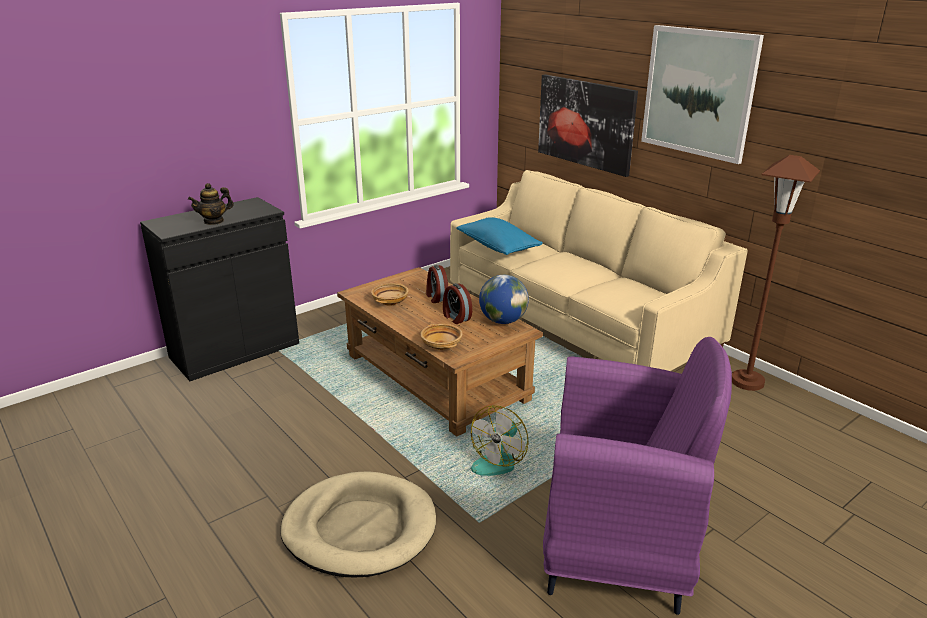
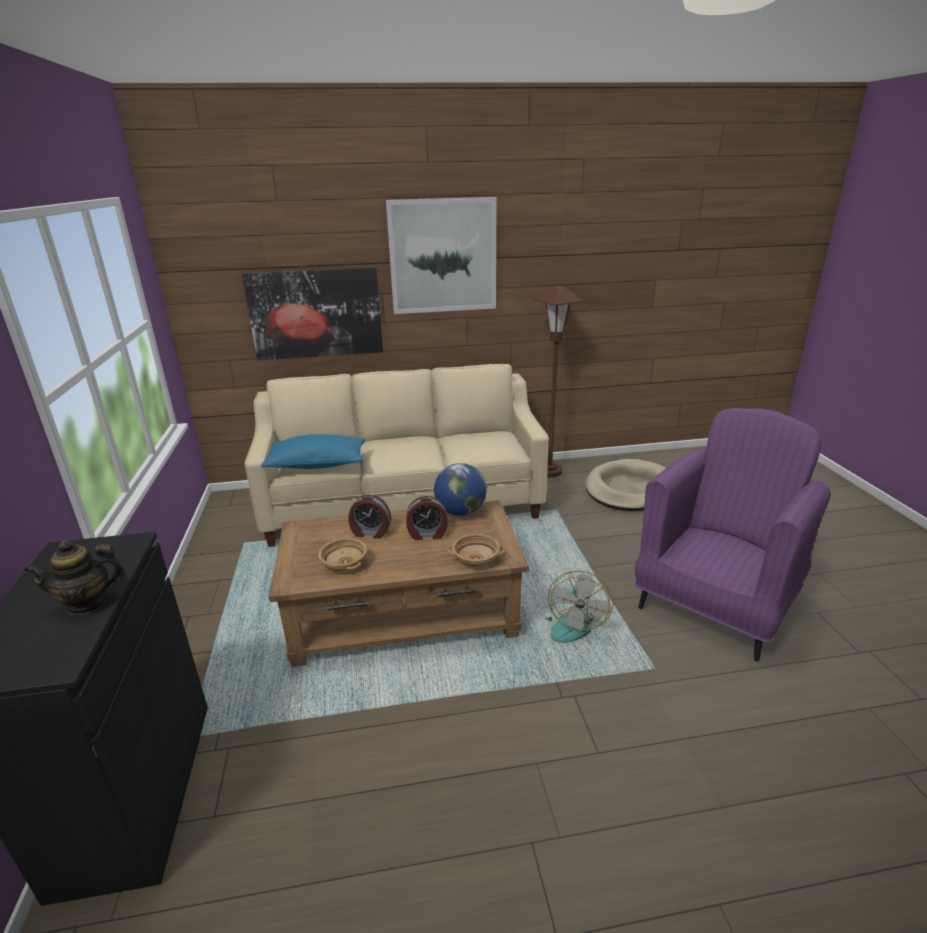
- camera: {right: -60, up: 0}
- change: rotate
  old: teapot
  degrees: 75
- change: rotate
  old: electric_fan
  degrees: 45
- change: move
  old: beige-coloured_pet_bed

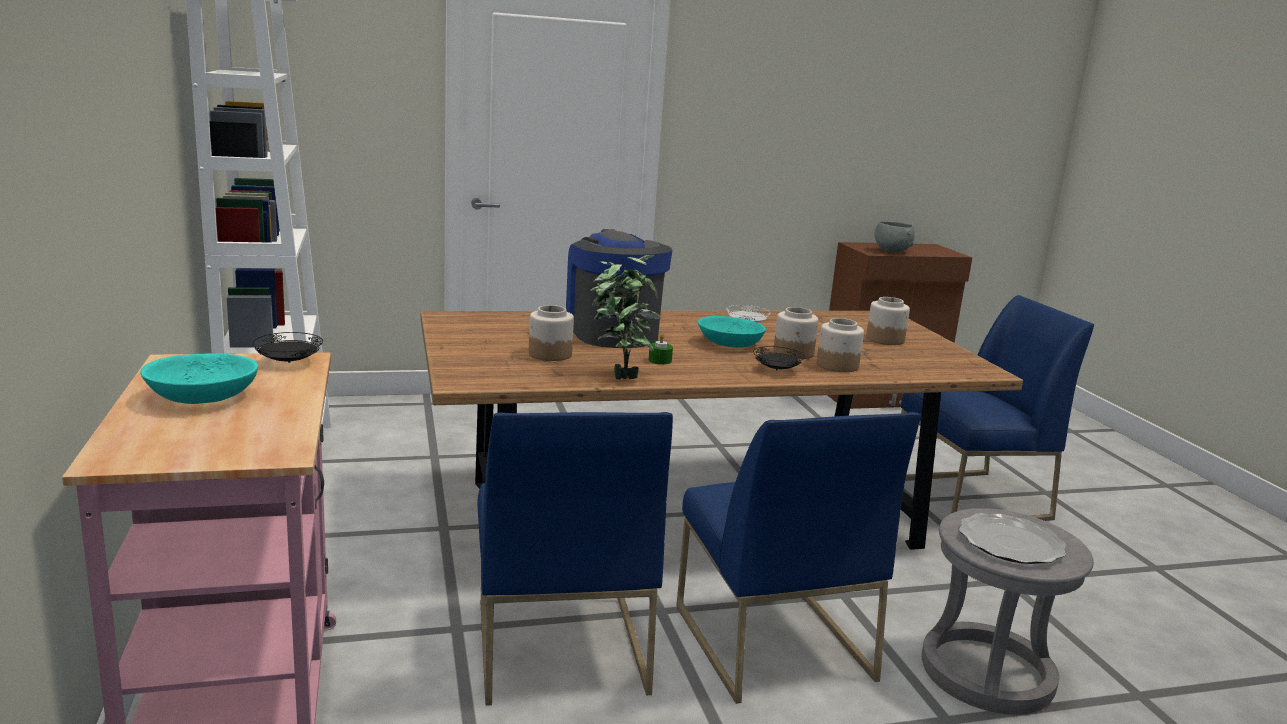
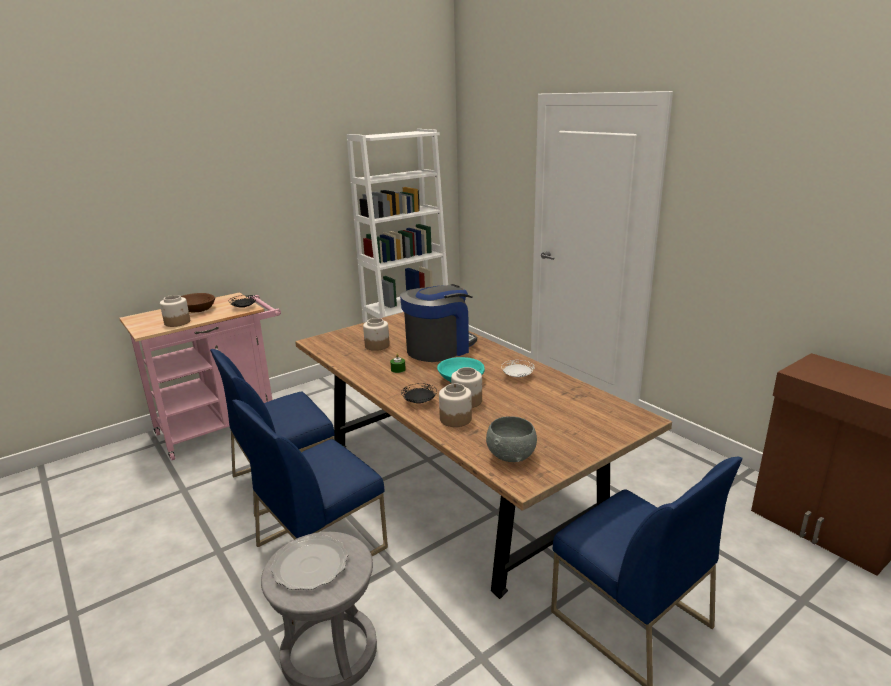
- camera: {right: 70, up: 5}
- change: move
  old: greyish_deep_dish
- change: delete
  old: potted_plant
- change: move
  old: jar (4th from left in the first image)
  new: jar (1st from left)
- change: recolor
  old: turquoise-coloured_deep_dish (1st from left)
  new: brown-coloured_deep_dish

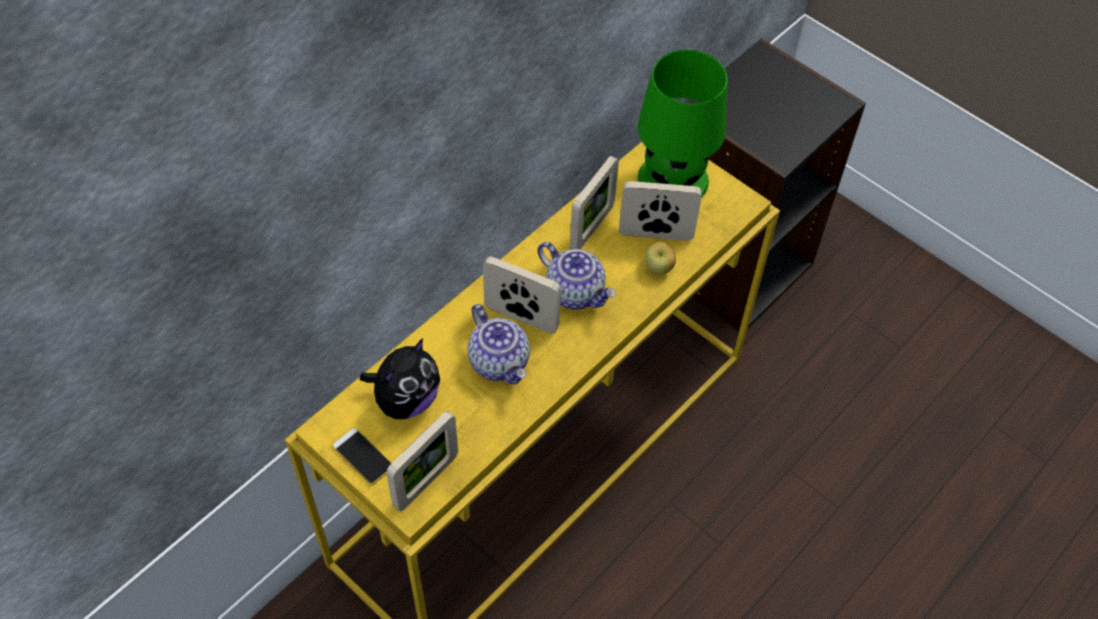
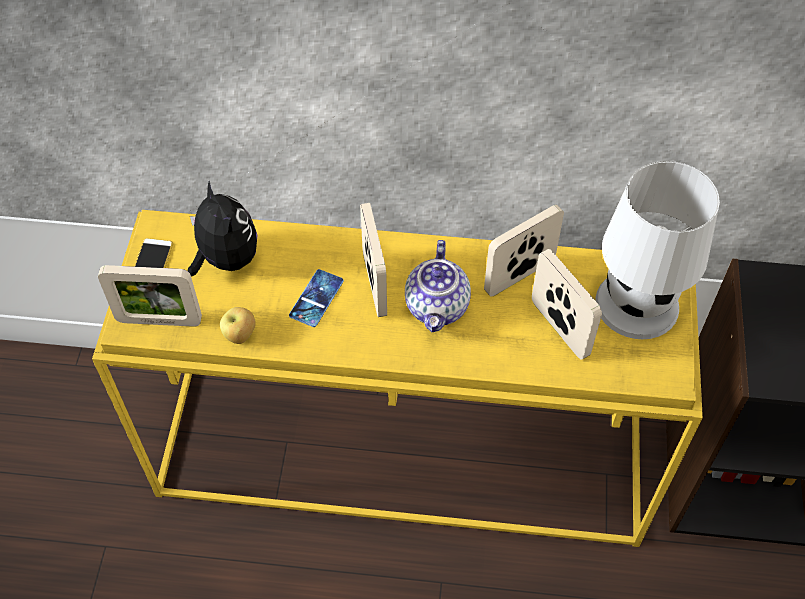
- camera: {right: 55, up: 0}
- change: recolor
  old: green-coloured_lamp_for_a_table
  new: white_lamp_for_a_table
- change: rotate
  old: picture_frame (3rd from left)
  degrees: 150
- change: move
  old: apple_fruit
- change: replace
  old: teapot (1st from left)
  new: phone (2nd from left)
- change: rotate
  old: plush_toy
  degrees: -120

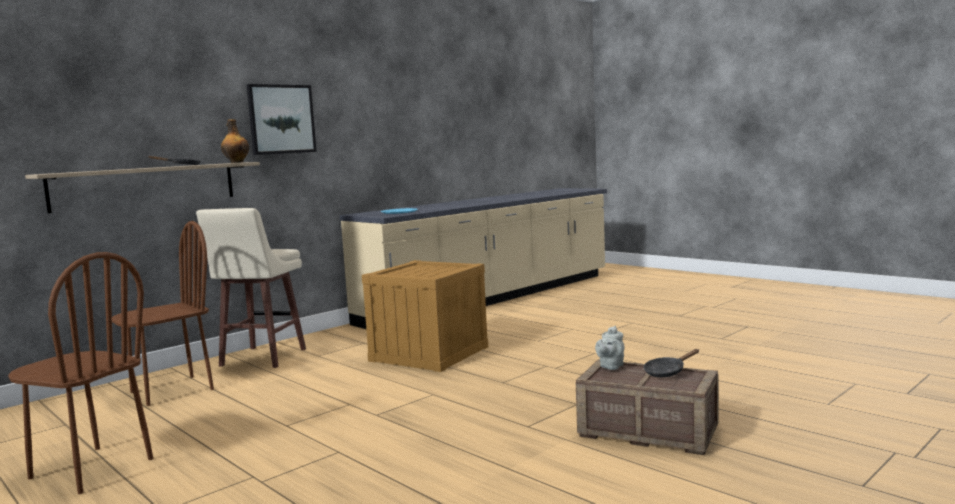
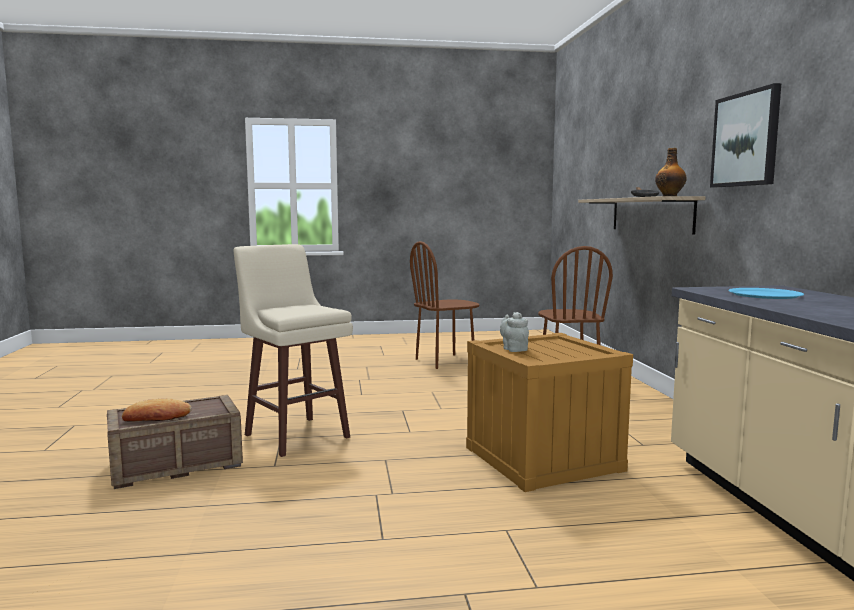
- camera: {right: 125, up: 0}
- change: move
  old: beige-coloured_stool
- change: move
  old: greyish_teapot
- change: replace
  old: blackish_pan (2nd from left)
  new: bread

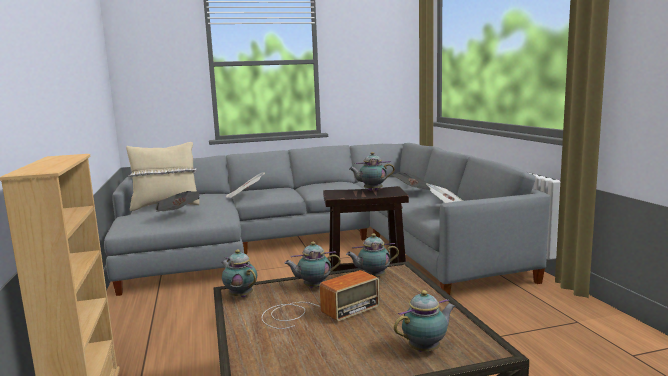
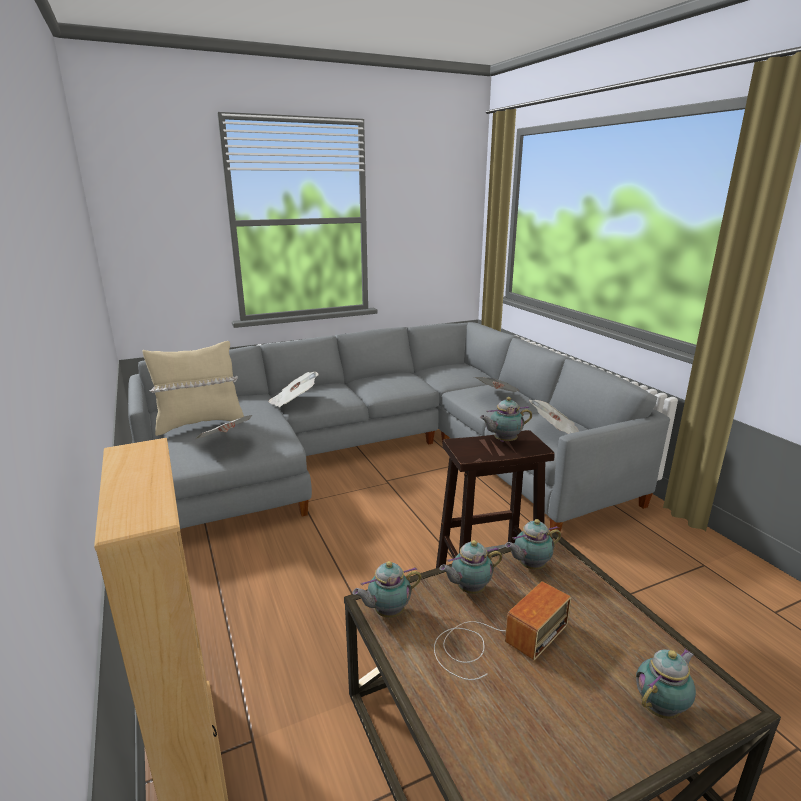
- camera: {right: -10, up: 10}
- change: rotate
  old: teapot (1st from left)
  degrees: -60

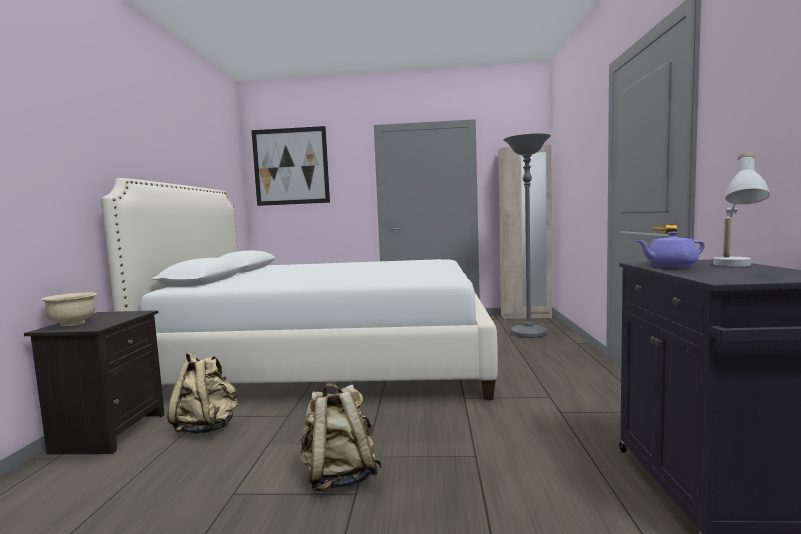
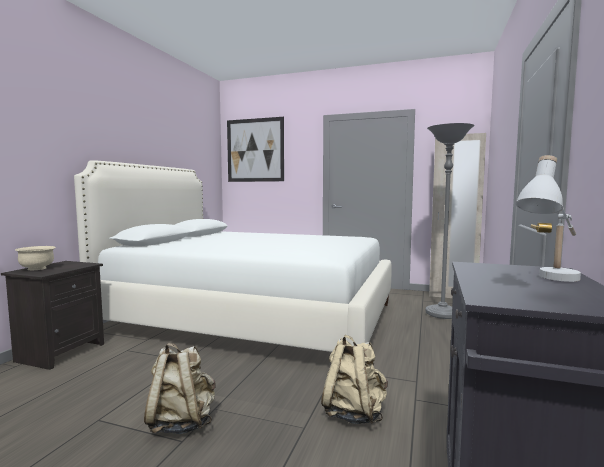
- camera: {right: 15, up: 0}
- change: delete
  old: purple-coloured_teapot
- change: move
  old: beige-coloured_knapsack (1st from left in the first image)
  new: beige-coloured_knapsack (2nd from left)

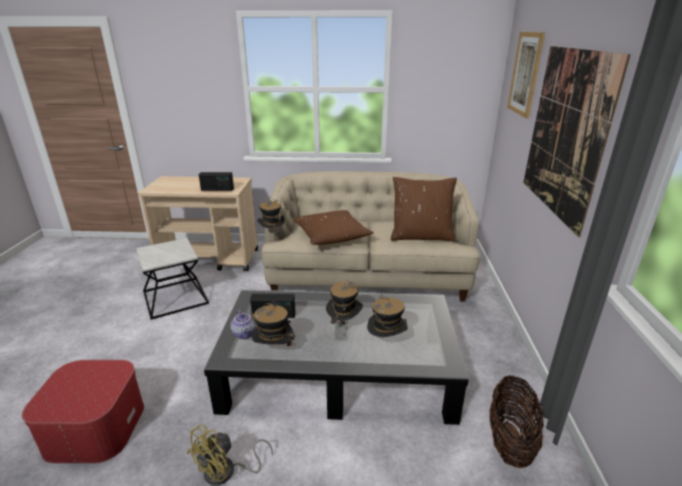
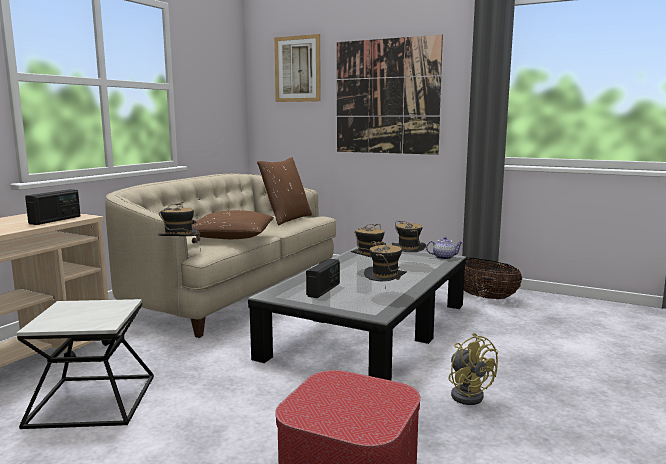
- camera: {right: -65, up: -15}
- change: move
  old: teapot

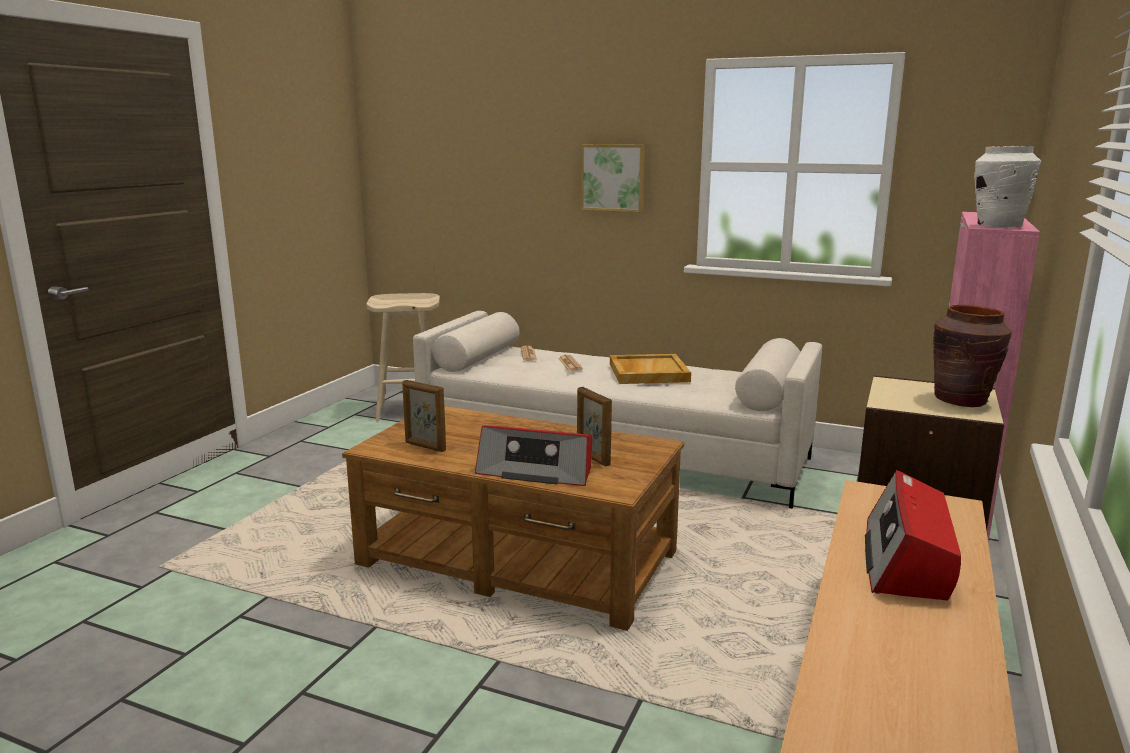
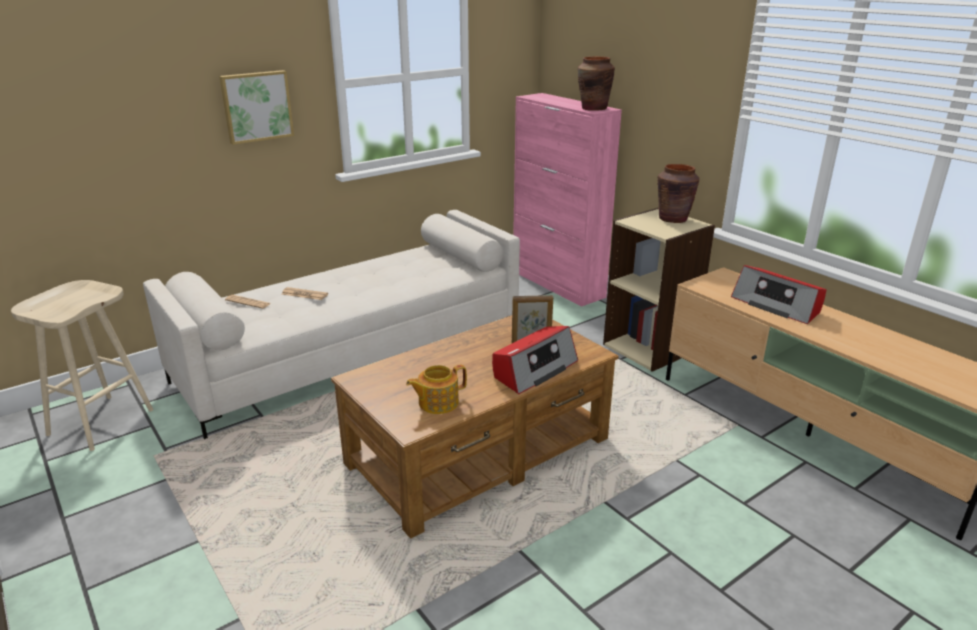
- camera: {right: -60, up: 10}
- change: recolor
  old: white_decorative_vase
  new: brown-coloured_decorative_vase (1st from left)
- change: delete
  old: beige-coloured_serving_tray
- change: replace
  old: picture_frame (1st from left)
  new: teapot

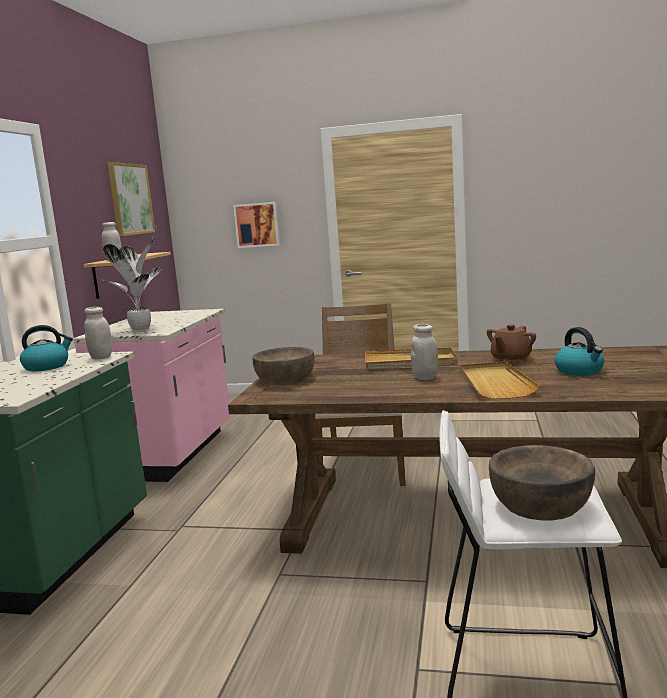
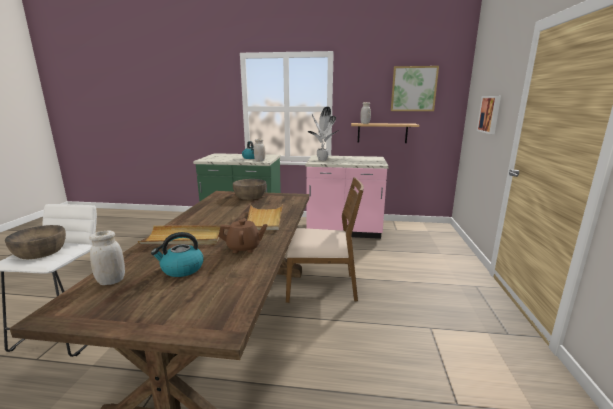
- camera: {right: 85, up: 5}
- change: move
  old: white_jar (3rd from left in the first image)
  new: white_jar (1st from left)
- change: rotate
  old: brown-coloured_teapot
  degrees: 135

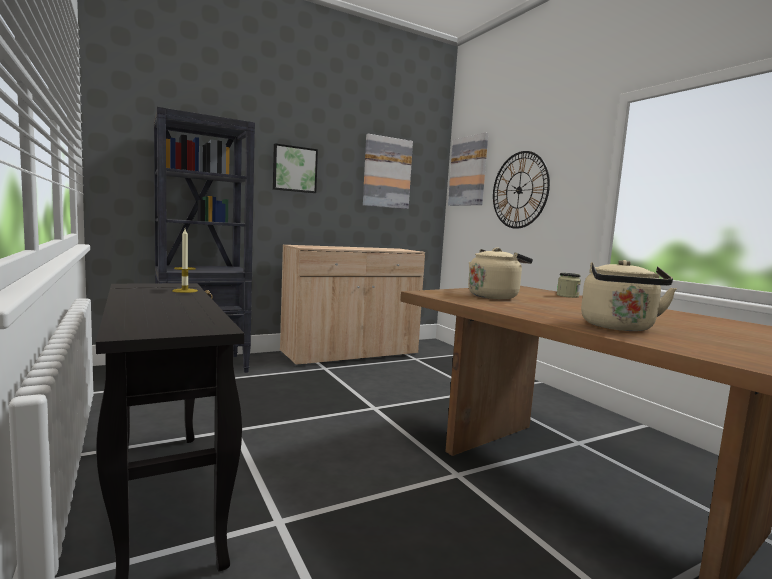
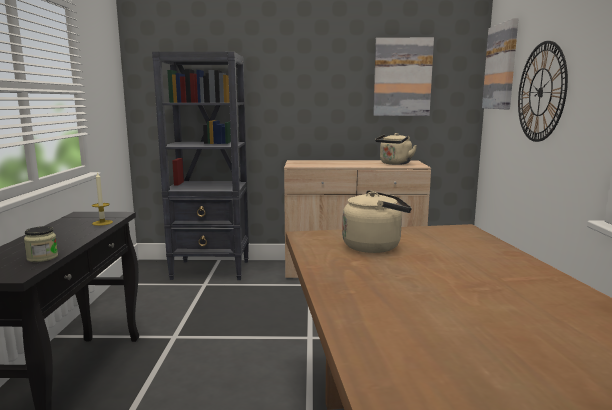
- camera: {right: 30, up: 5}
- change: delete
  old: wall_picture (1st from left)
- change: move
  old: beige-coloured_tea_kettle (2nd from left)
- change: move
  old: jar

